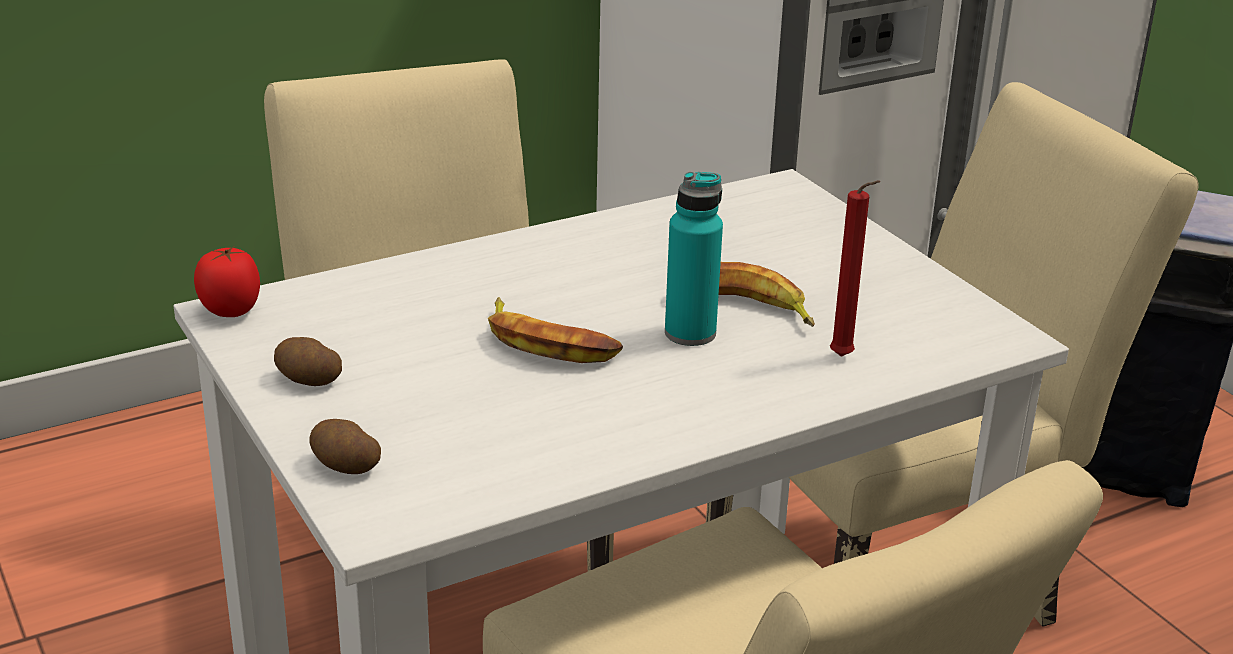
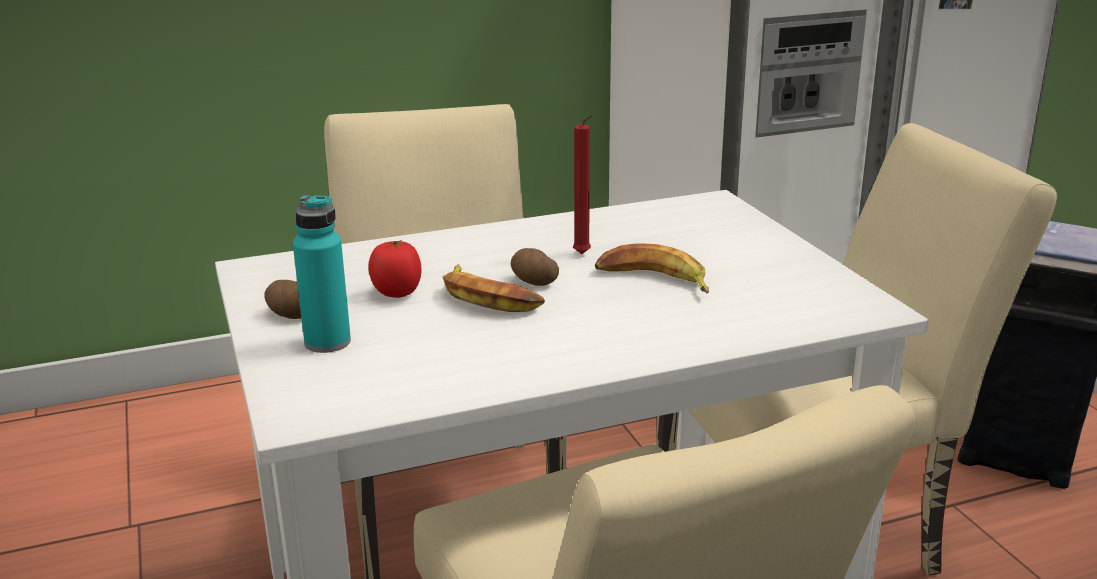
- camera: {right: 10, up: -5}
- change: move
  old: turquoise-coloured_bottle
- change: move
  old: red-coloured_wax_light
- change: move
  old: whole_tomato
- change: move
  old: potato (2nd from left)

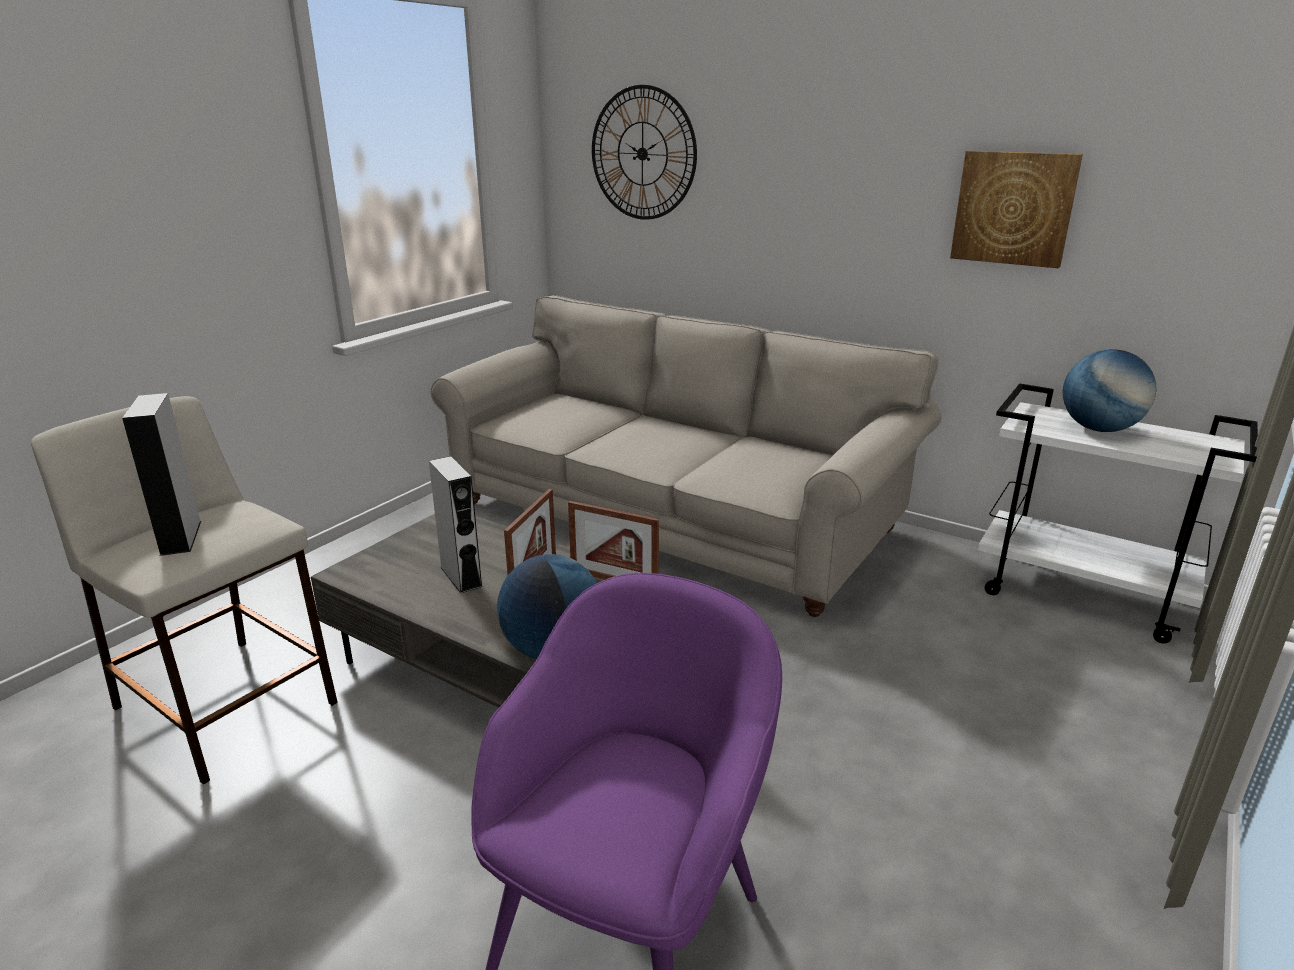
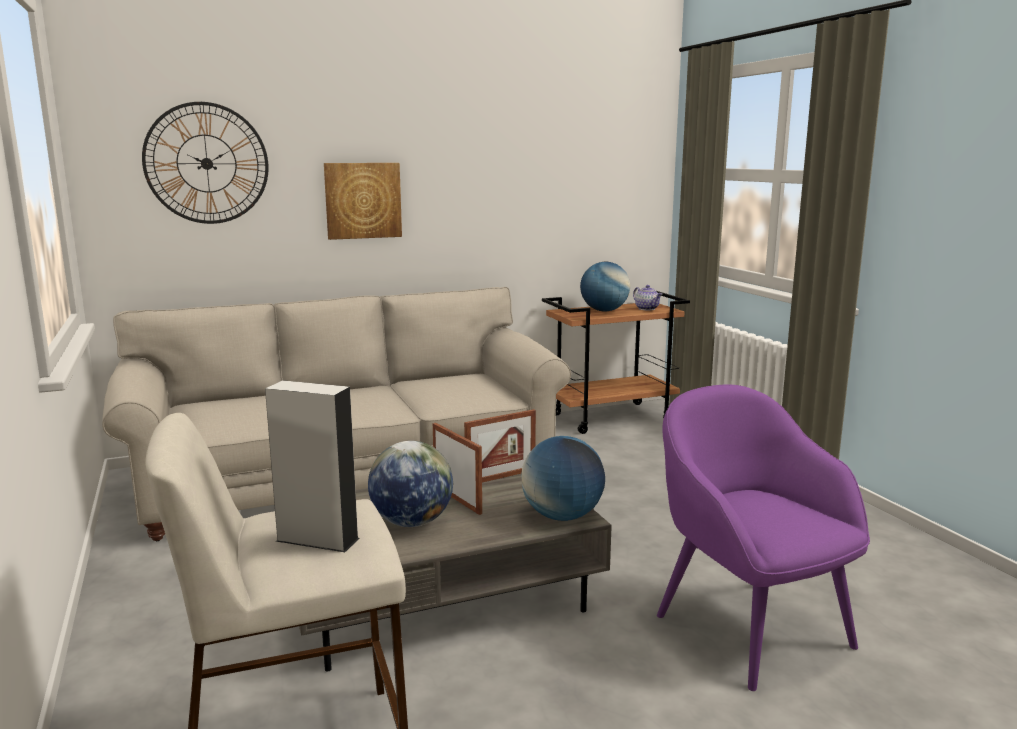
- camera: {right: -55, up: -10}
- change: move
  old: wall_picture
- change: recolor
  old: white_trolley
  new: brown-coloured_trolley
- change: replace
  old: greyish_speaker (2nd from left)
  new: desk_globe (1st from left)
- change: insert
  new: teapot

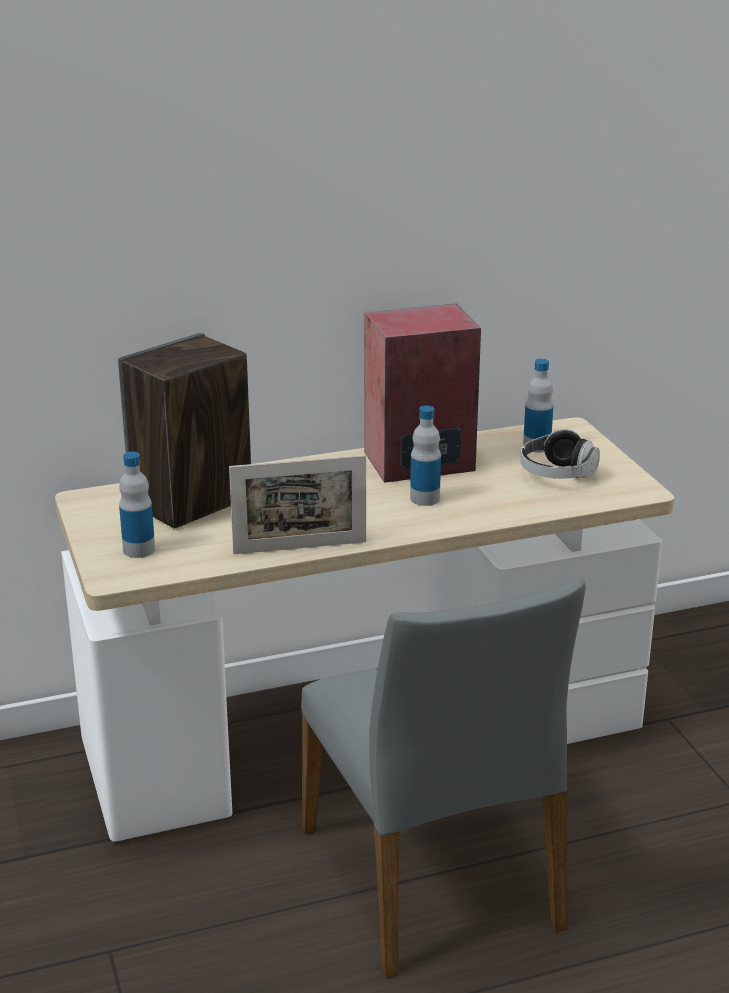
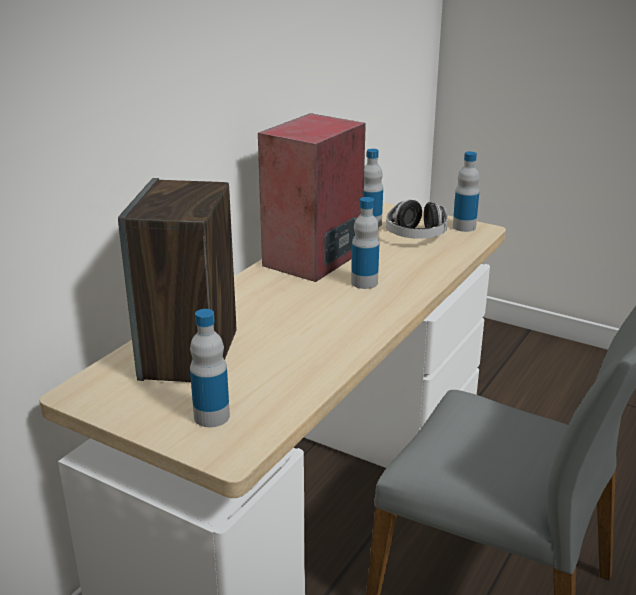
- camera: {right: -40, up: 0}
- change: delete
  old: picture_frame
- change: insert
  new: bottle (4th from left)

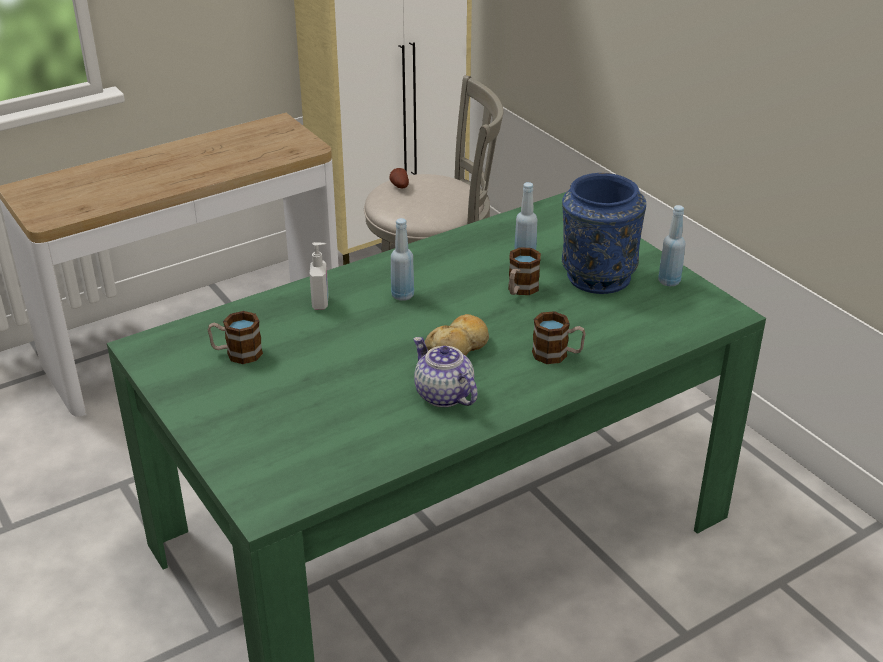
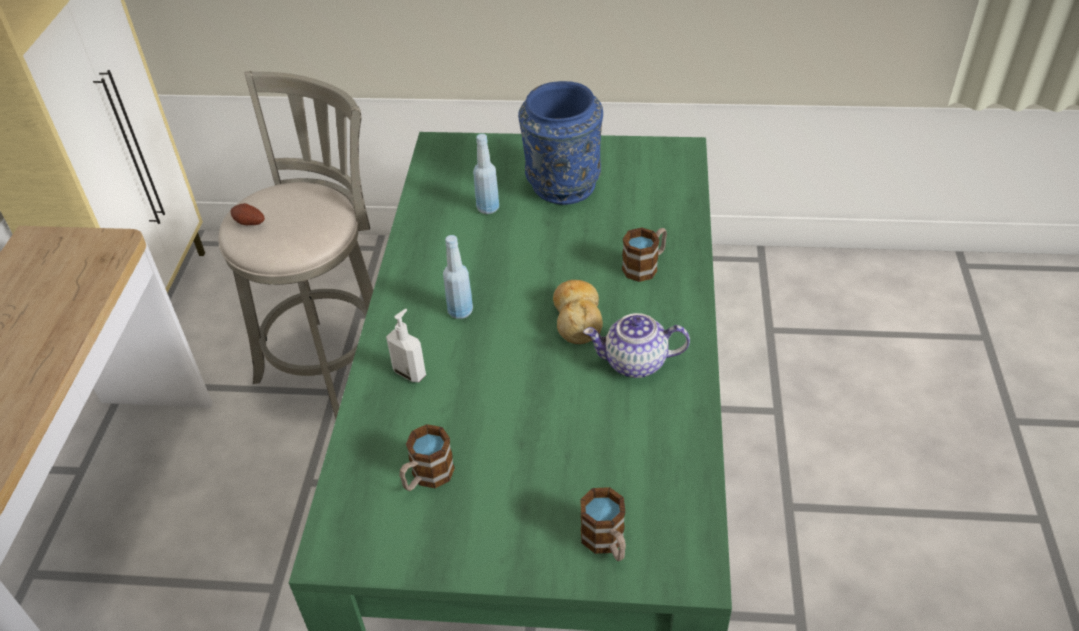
- camera: {right: -50, up: 10}
- change: delete
  old: blue_bottle (3rd from left)
- change: move
  old: tea_mug (2nd from left)

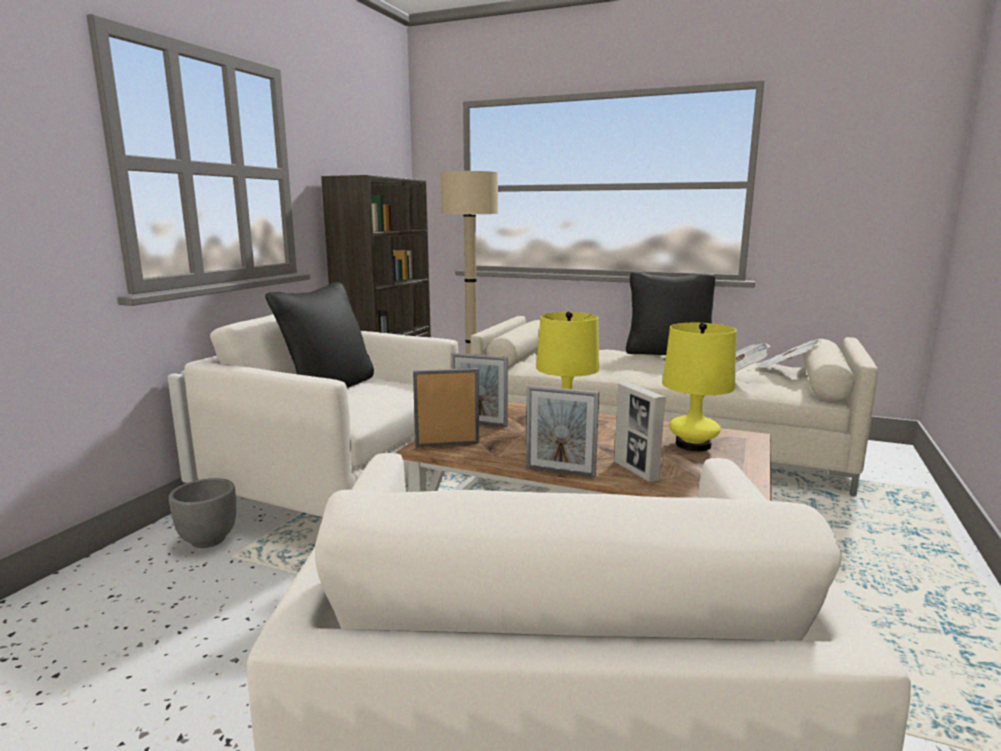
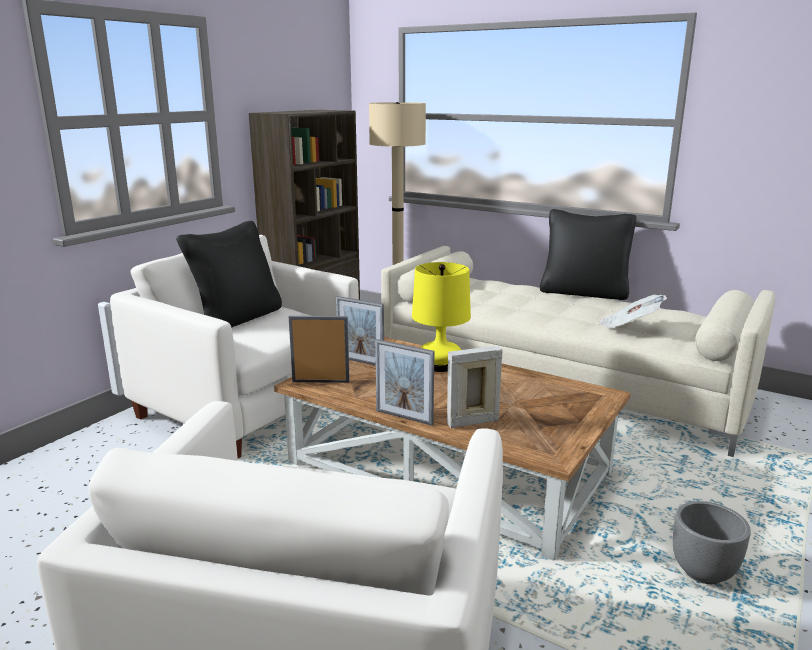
- camera: {right: 10, up: 5}
- change: delete
  old: yellow_lamp_for_a_table (2nd from left)
- change: delete
  old: newspaper (2nd from left)
- change: rotate
  old: picture_frame (4th from left)
  degrees: 90
- change: move
  old: greyish_flower_pot

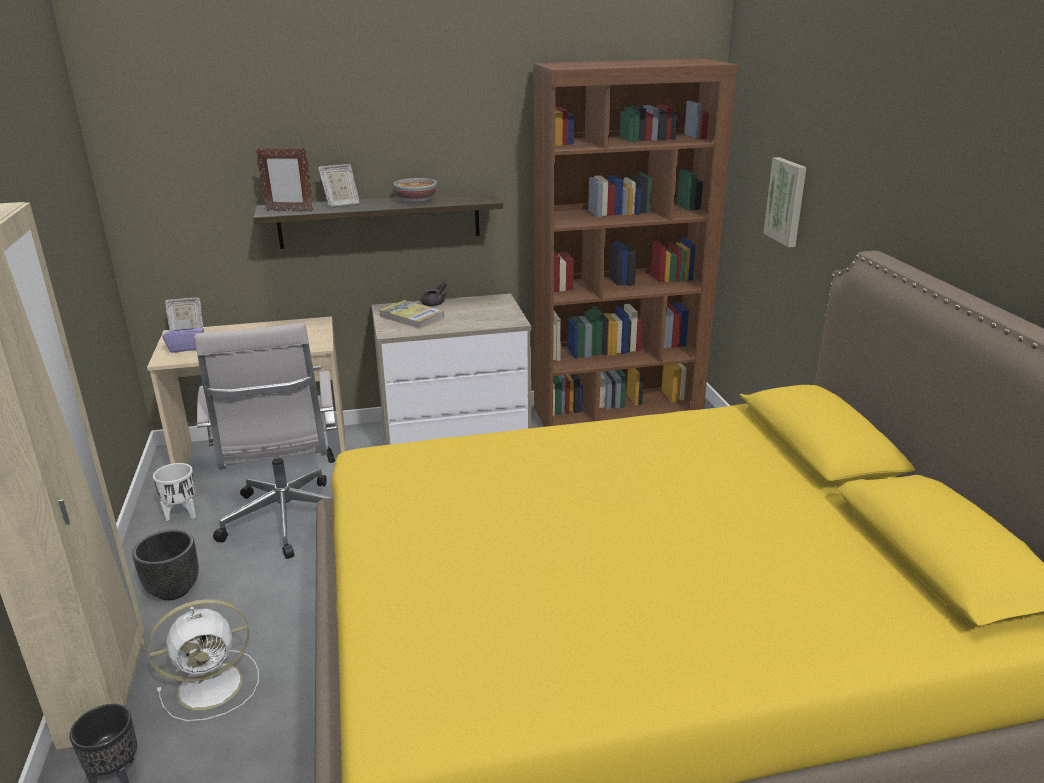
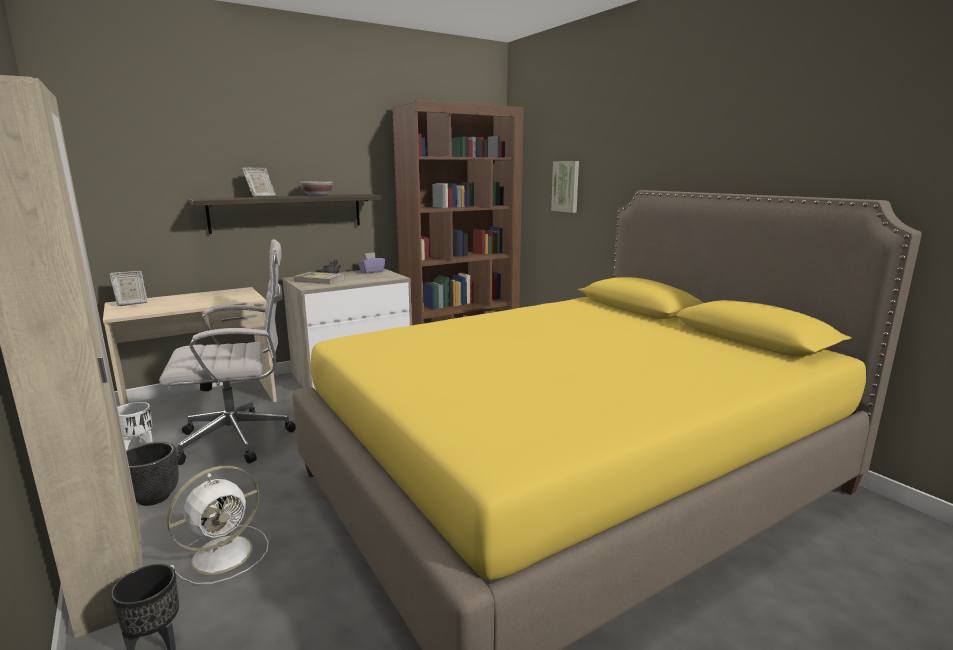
- camera: {right: -20, up: -10}
- change: delete
  old: picture_frame (2nd from left)
- change: move
  old: purple-coloured_box_of_tissues
- change: rotate
  old: white_desk_chair
  degrees: -75

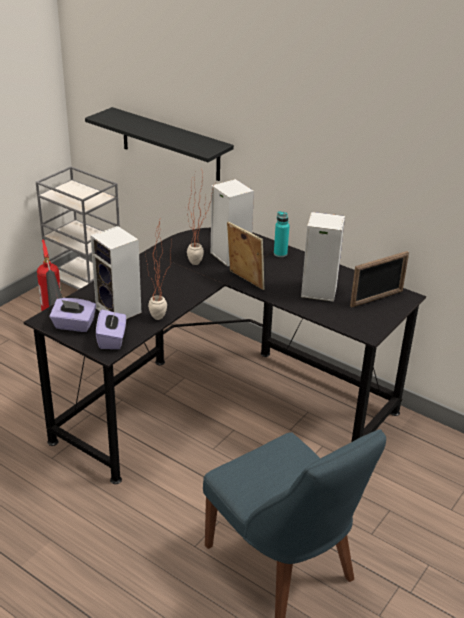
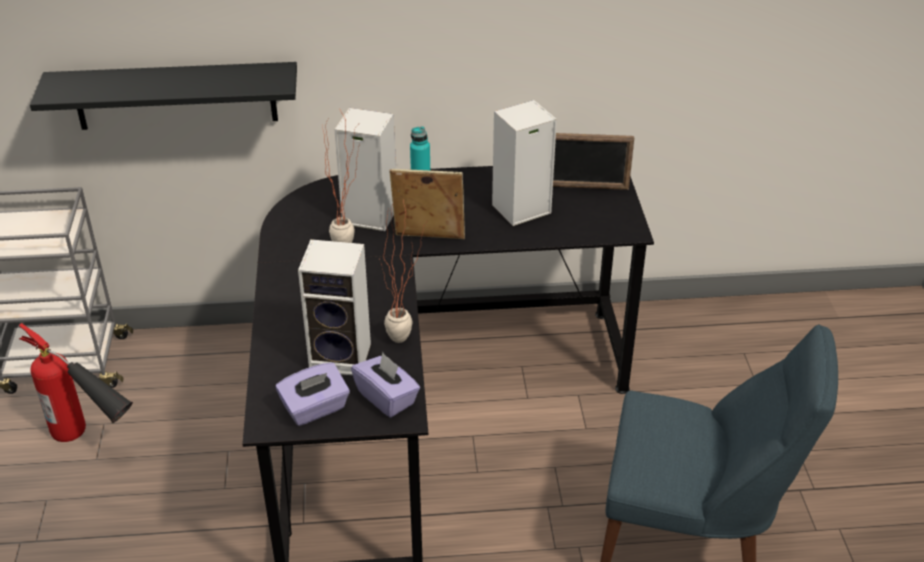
- camera: {right: -40, up: 5}
- change: rotate
  old: picture_frame (2nd from left)
  degrees: 75

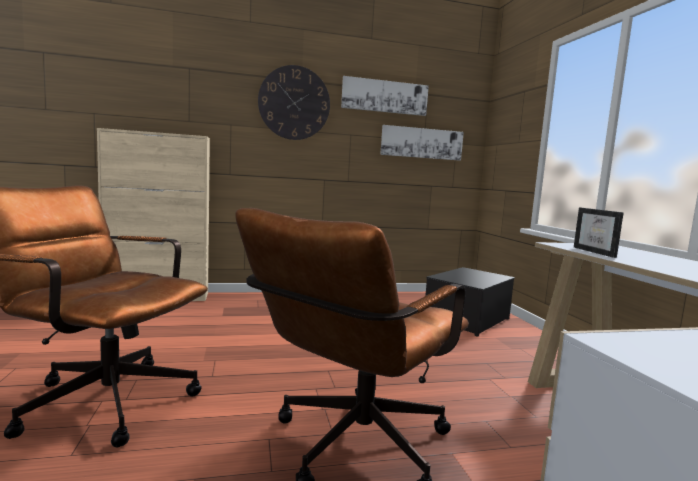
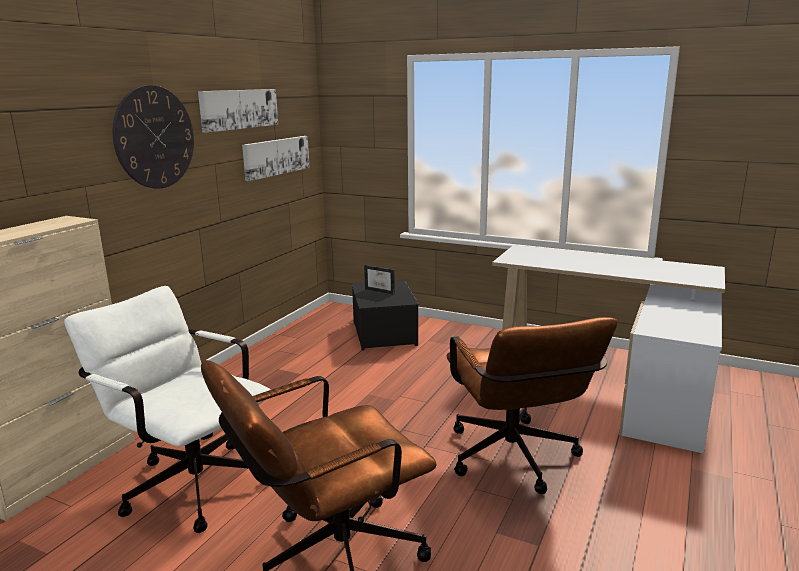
- camera: {right: -50, up: 10}
- change: move
  old: picture_frame
- change: insert
  new: white_desk_chair

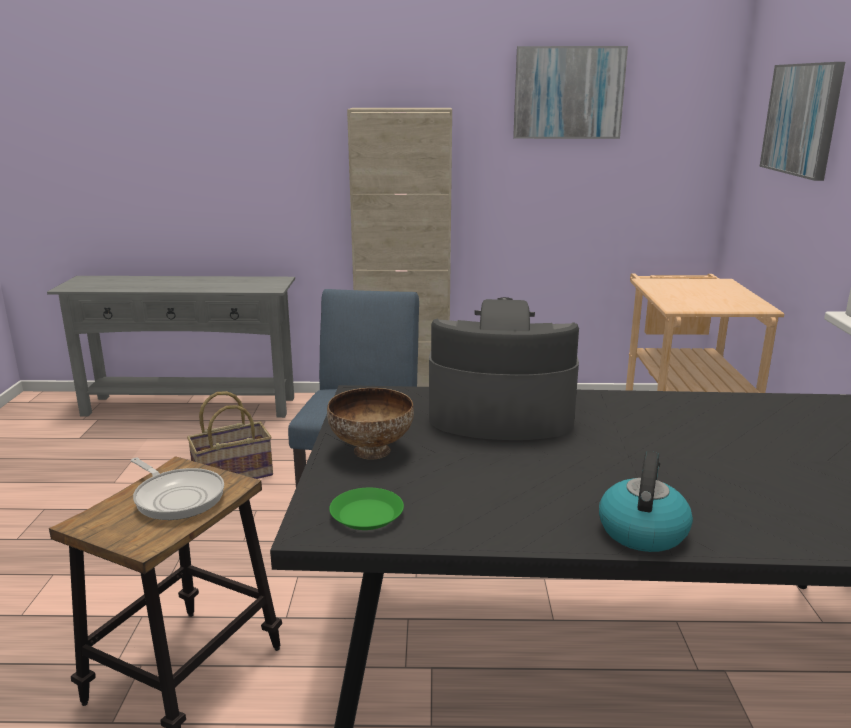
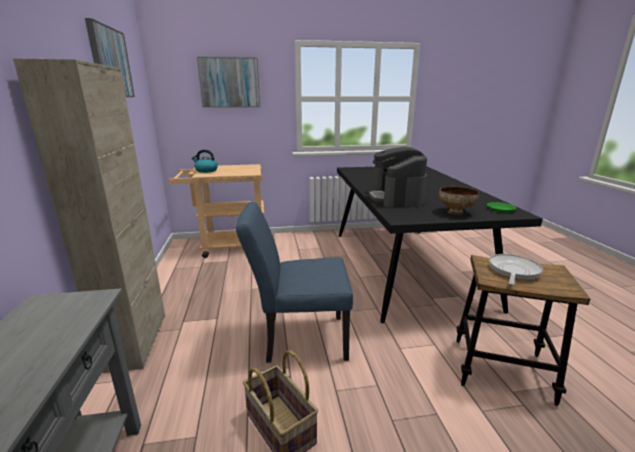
- camera: {right: -100, up: 0}
- change: move
  old: tea_kettle

